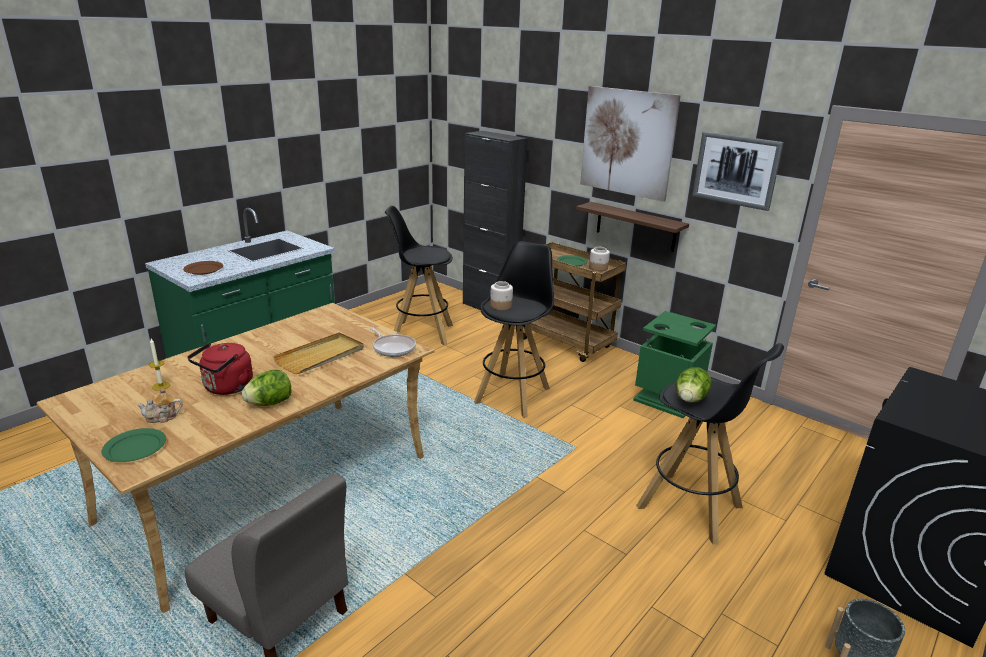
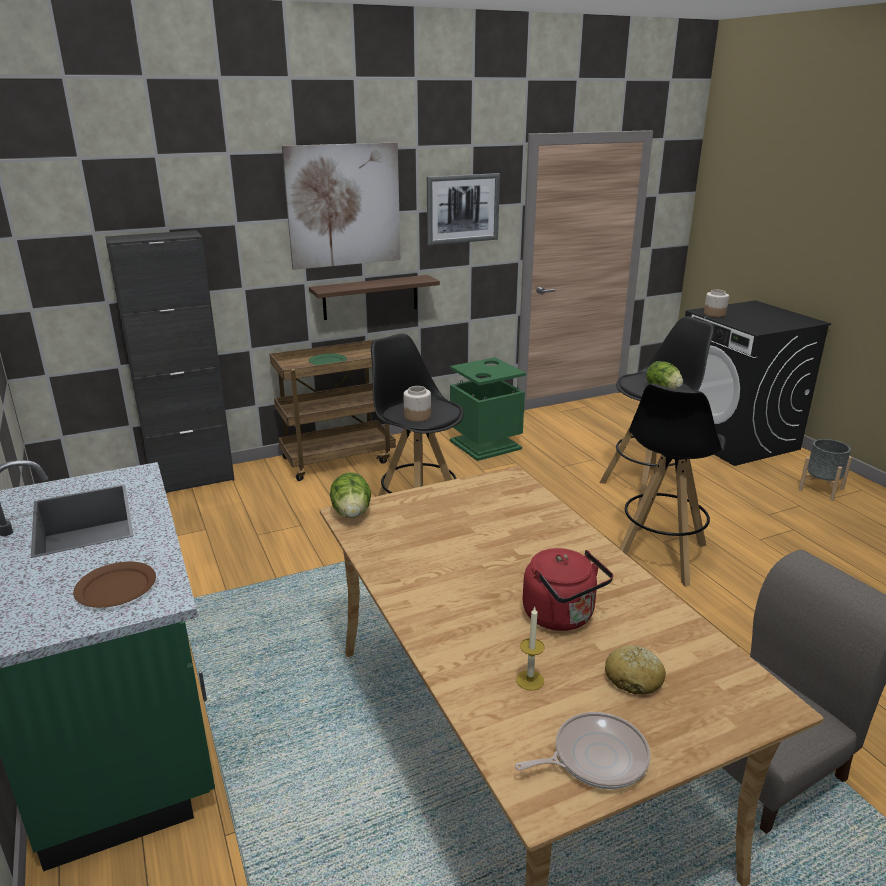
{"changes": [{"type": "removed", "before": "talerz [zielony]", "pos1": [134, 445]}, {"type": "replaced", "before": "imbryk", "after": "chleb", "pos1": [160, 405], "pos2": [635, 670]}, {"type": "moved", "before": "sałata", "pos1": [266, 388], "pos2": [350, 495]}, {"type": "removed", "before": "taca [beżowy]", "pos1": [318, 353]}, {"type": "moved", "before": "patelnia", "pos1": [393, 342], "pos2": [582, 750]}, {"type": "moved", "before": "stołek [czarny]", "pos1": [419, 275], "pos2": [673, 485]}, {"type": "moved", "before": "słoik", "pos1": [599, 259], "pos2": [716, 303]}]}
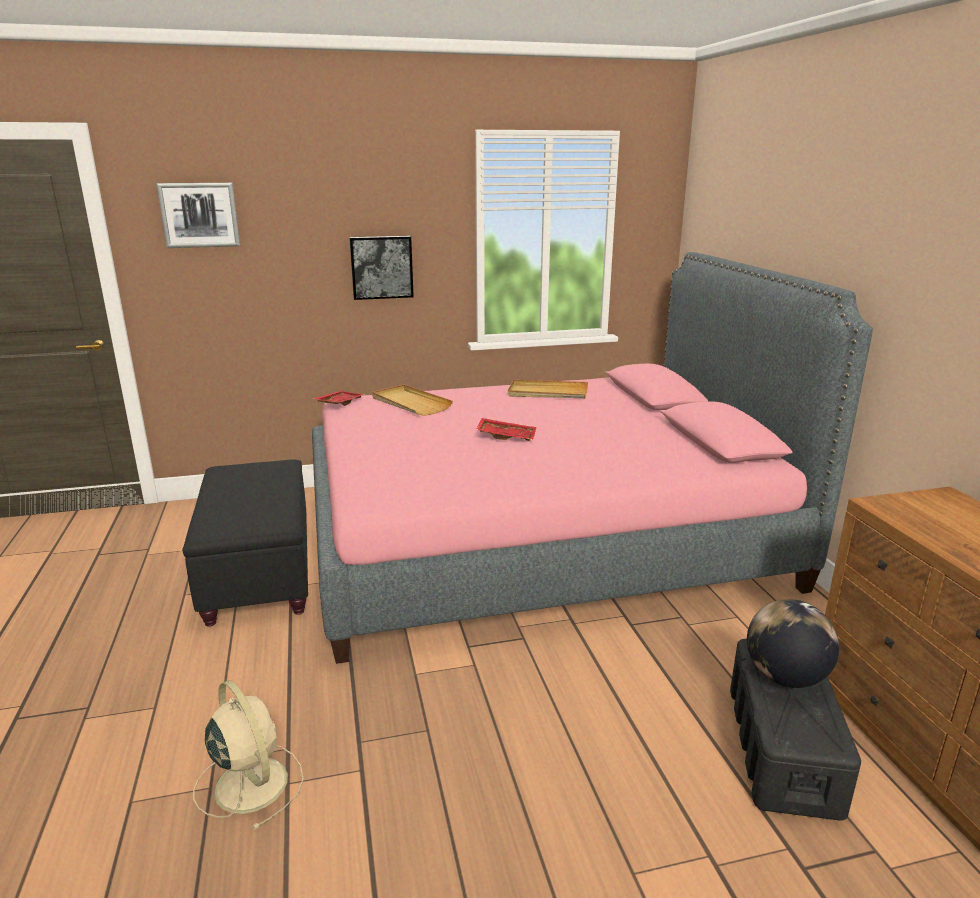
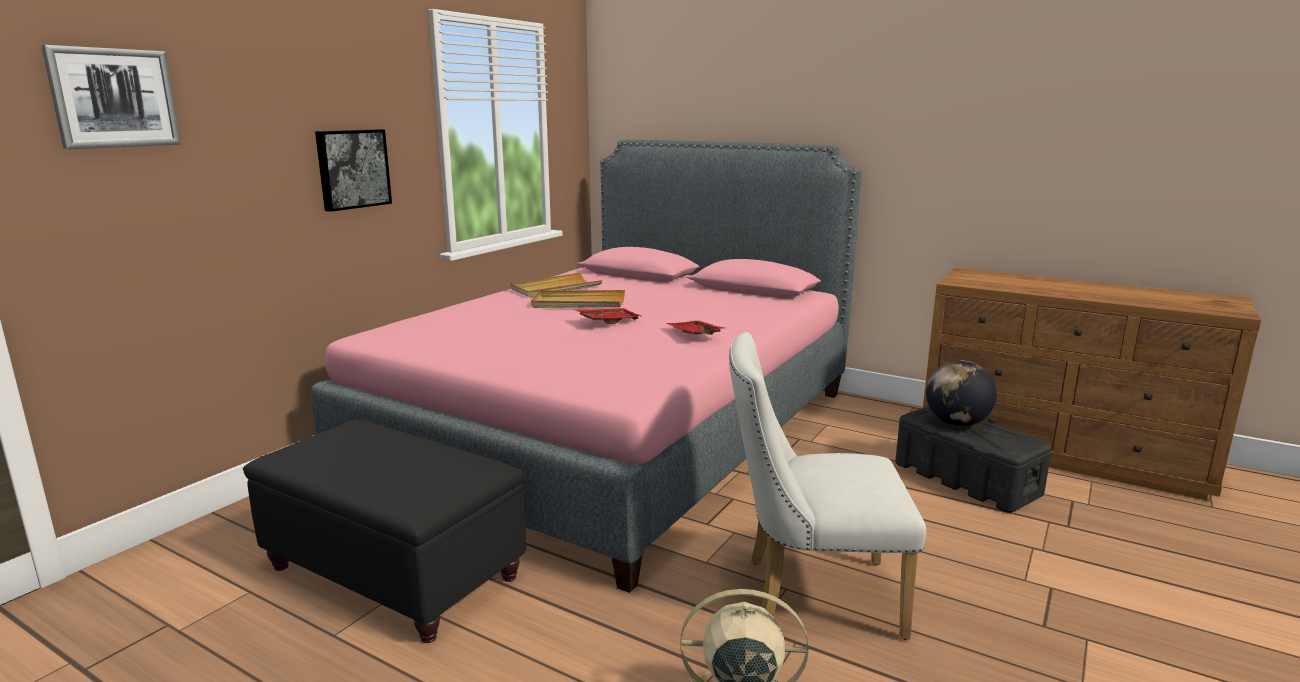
{"changes": [{"type": "moved", "before": "taca [czerwony]", "pos1": [338, 398], "pos2": [695, 328]}, {"type": "moved", "before": "taca [beżowy]", "pos1": [412, 400], "pos2": [578, 299]}, {"type": "added", "after": "krzesło [biały]", "pos2": [827, 486]}]}
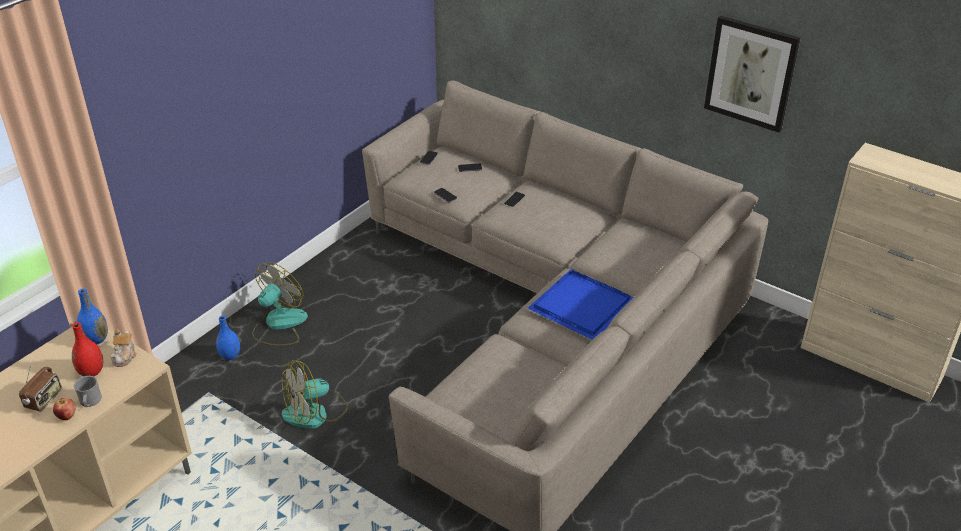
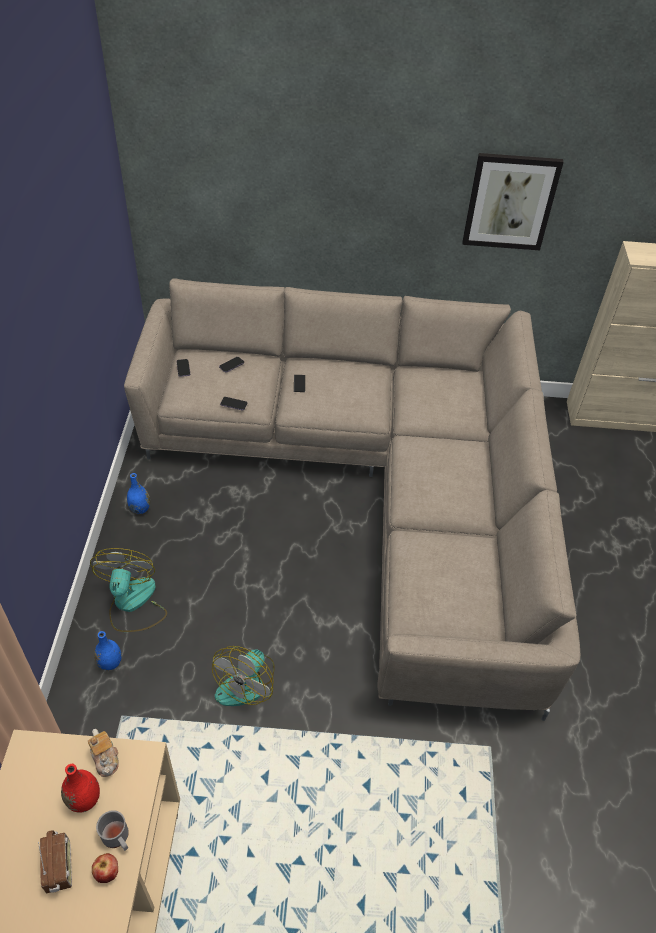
{"changes": [{"type": "moved", "before": "wazon [niebieski]", "pos1": [92, 317], "pos2": [138, 493]}, {"type": "removed", "before": "taca [niebieski]", "pos1": [580, 304]}]}
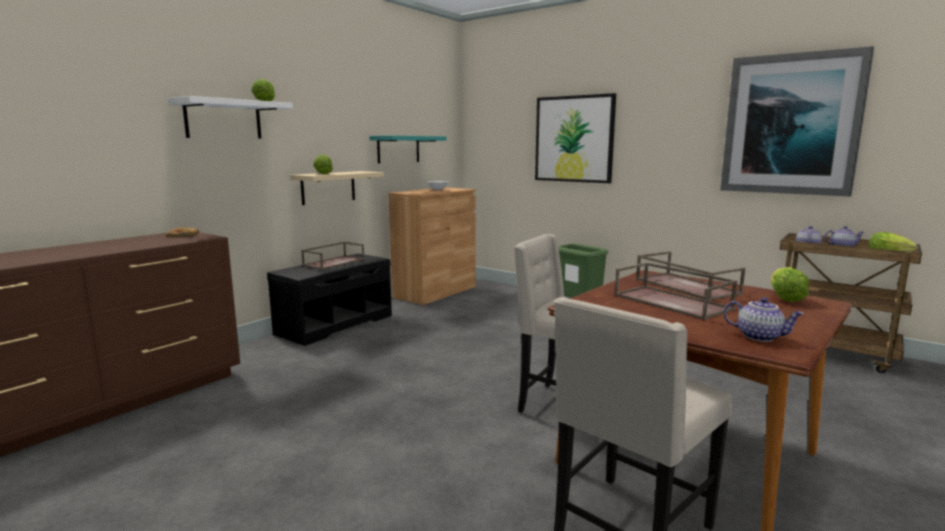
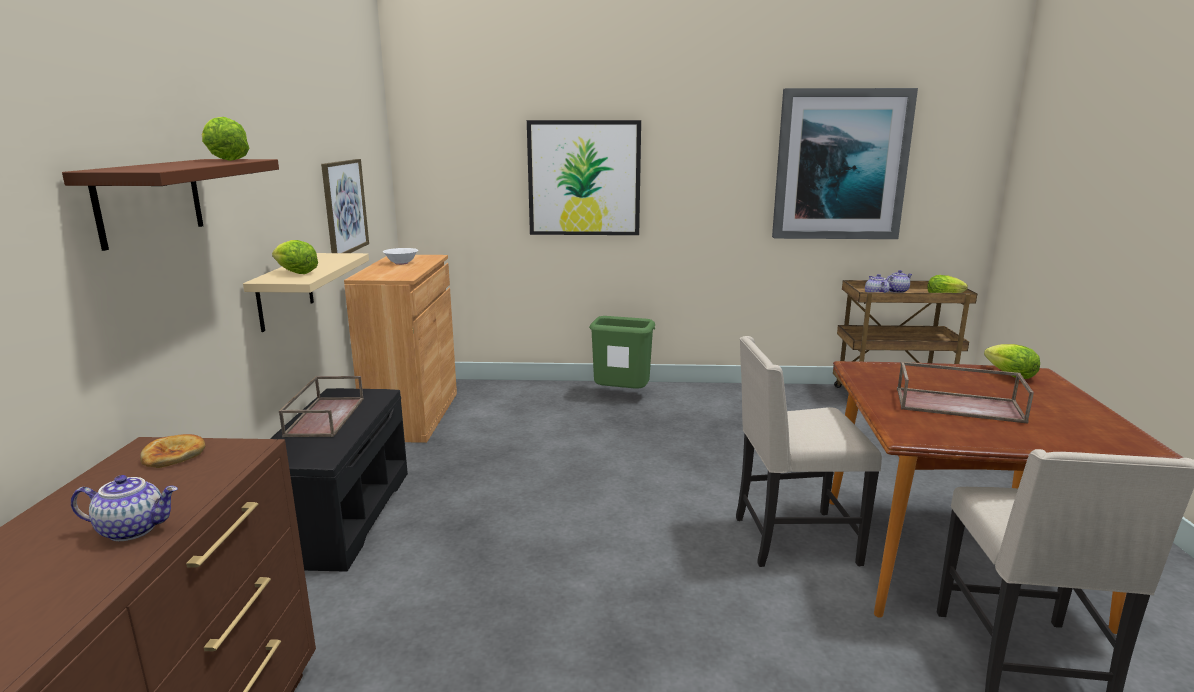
{"changes": [{"type": "recoloured", "before": "półka [biały]", "after": "półka [brązowy]", "pos1": [230, 117], "pos2": [170, 205]}, {"type": "replaced", "before": "półka [turkusowy]", "after": "obraz", "pos1": [408, 150], "pos2": [345, 206]}, {"type": "removed", "before": "taca [brązowy]", "pos1": [690, 276]}, {"type": "moved", "before": "imbryk", "pos1": [764, 319], "pos2": [124, 508]}]}
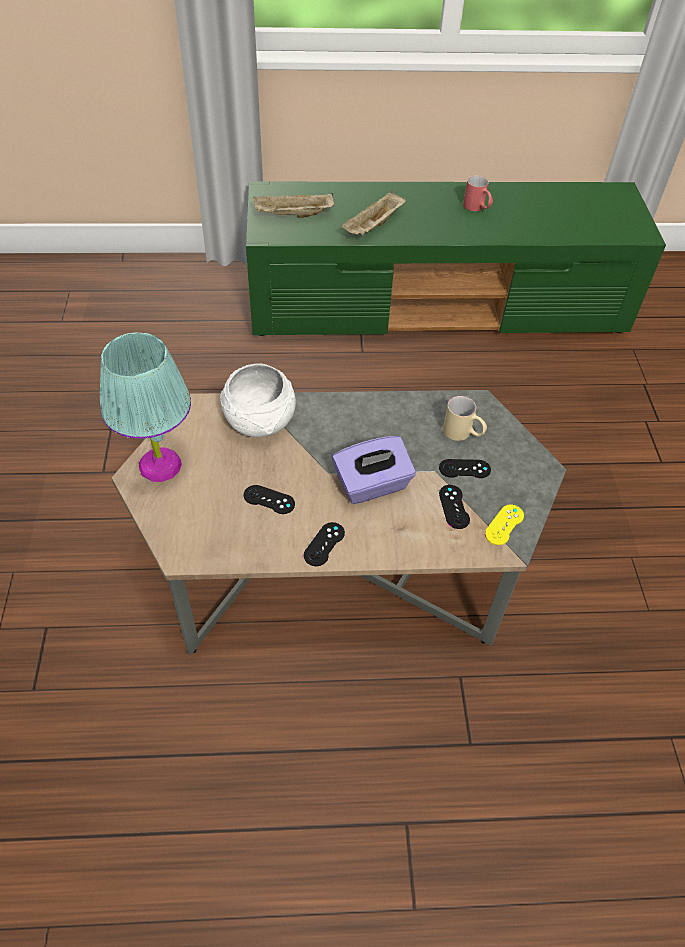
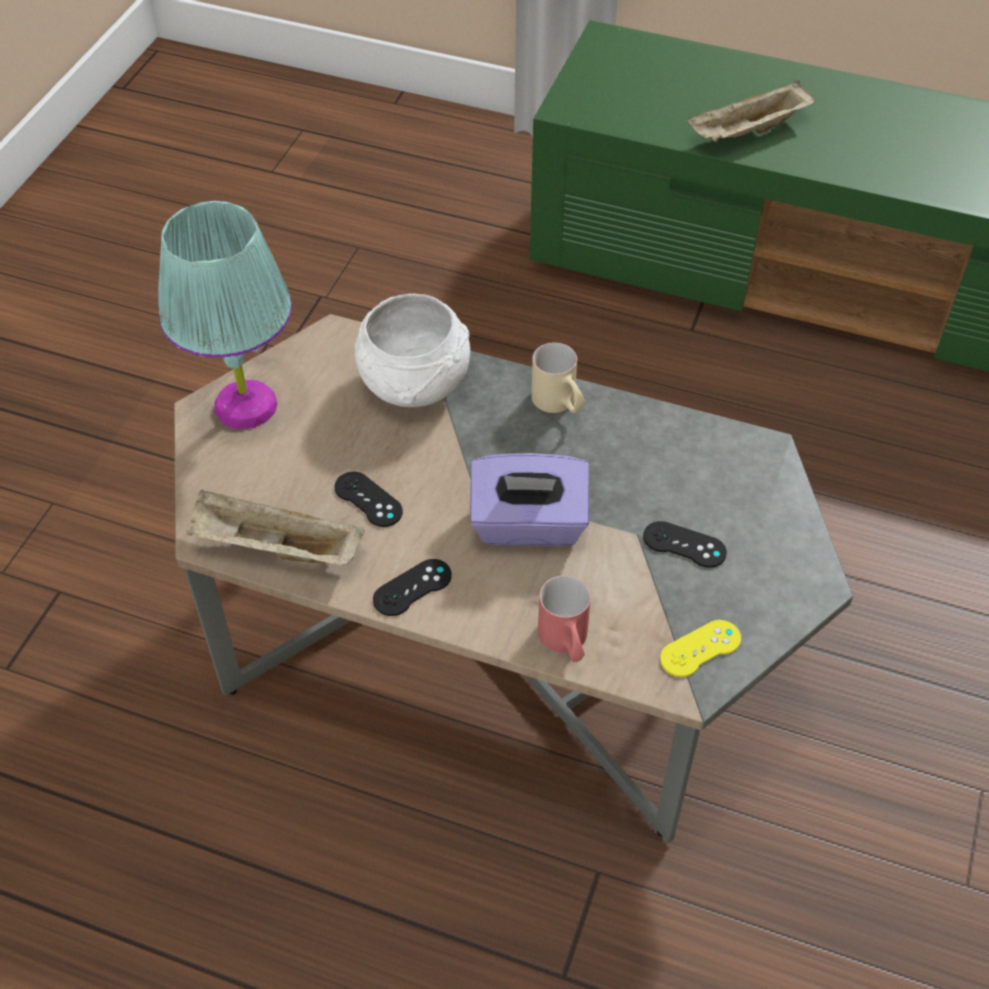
{"changes": [{"type": "moved", "before": "taca [beżowy]", "pos1": [294, 205], "pos2": [275, 527]}, {"type": "removed", "before": "pad do gier [czarny]", "pos1": [454, 507]}, {"type": "moved", "before": "kubek [beżowy]", "pos1": [465, 418], "pos2": [558, 378]}, {"type": "moved", "before": "kubek [czerwony]", "pos1": [478, 193], "pos2": [564, 618]}]}
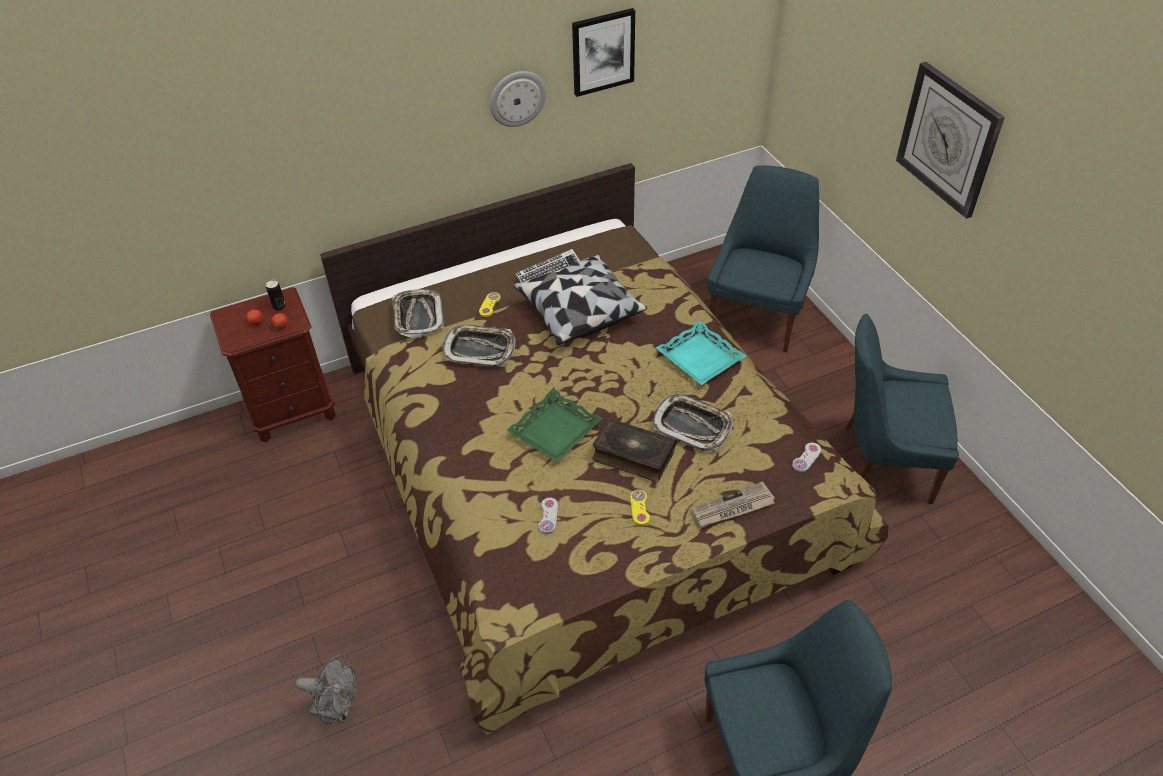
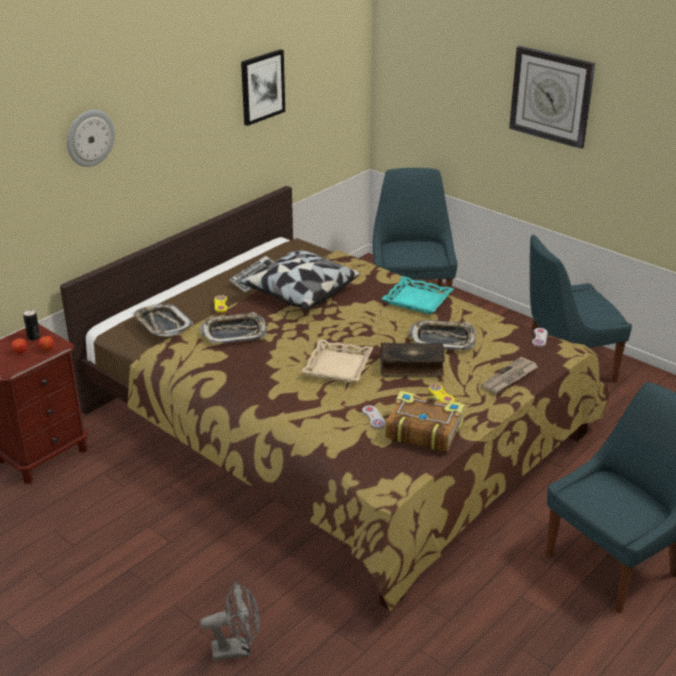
{"changes": [{"type": "moved", "before": "zegar ścienny", "pos1": [518, 99], "pos2": [91, 138]}, {"type": "recoloured", "before": "taca [zielony]", "after": "taca [beżowy]", "pos1": [555, 425], "pos2": [337, 361]}, {"type": "added", "after": "książka", "pos2": [425, 421]}]}
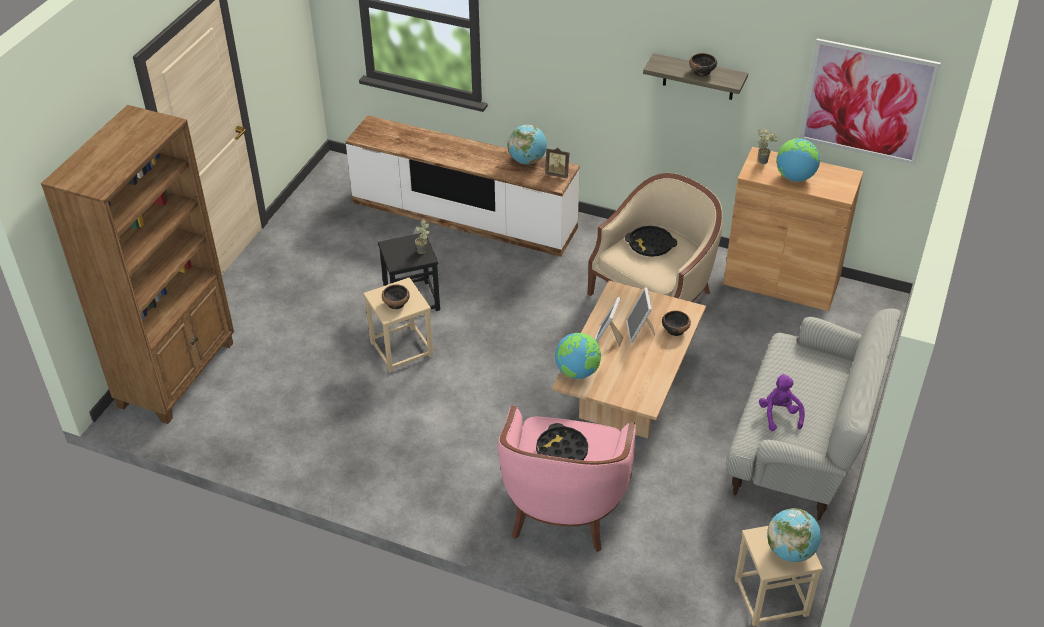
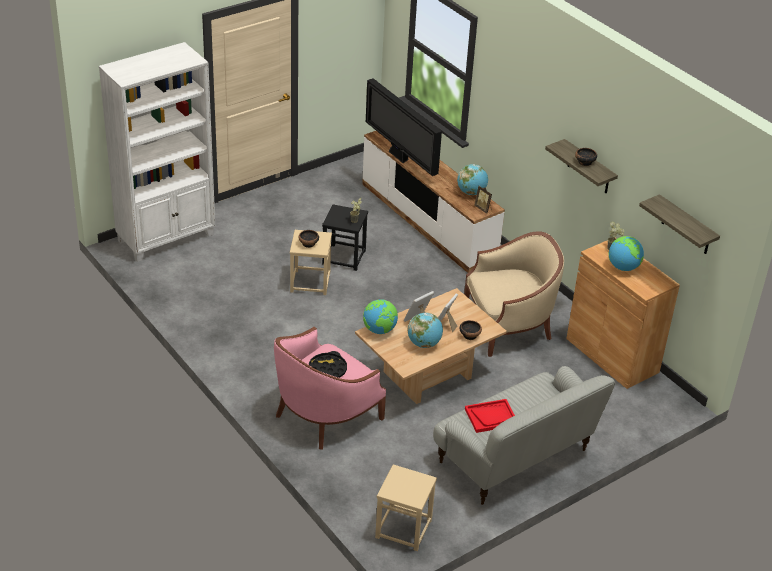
{"changes": [{"type": "recoloured", "before": "regał [brązowy]", "after": "regał [biały]", "pos1": [137, 264], "pos2": [157, 152]}, {"type": "removed", "before": "taca [czarny]", "pos1": [651, 241]}, {"type": "replaced", "before": "pluszak [fioletowy]", "after": "taca [czerwony]", "pos1": [782, 402], "pos2": [490, 416]}, {"type": "moved", "before": "globus", "pos1": [794, 535], "pos2": [425, 330]}, {"type": "replaced", "before": "obraz", "after": "półka", "pos1": [870, 101], "pos2": [679, 224]}, {"type": "added", "after": "telewizor", "pos2": [404, 127]}]}
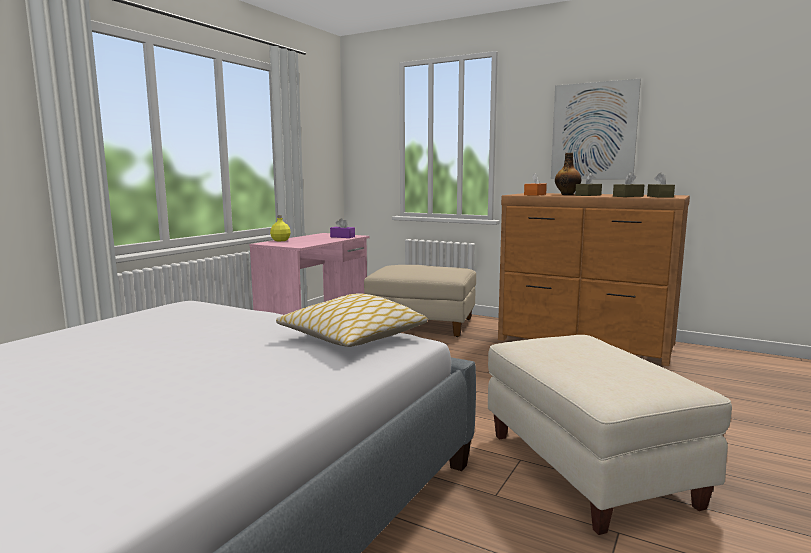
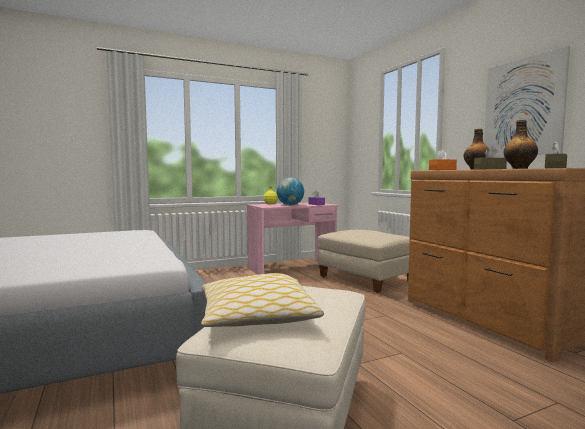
{"changes": [{"type": "moved", "before": "poduszka", "pos1": [352, 320], "pos2": [262, 300]}, {"type": "replaced", "before": "pudełko chusteczek [brązowy]", "after": "butelka", "pos1": [628, 185], "pos2": [521, 144]}, {"type": "added", "after": "globus", "pos2": [290, 191]}]}
